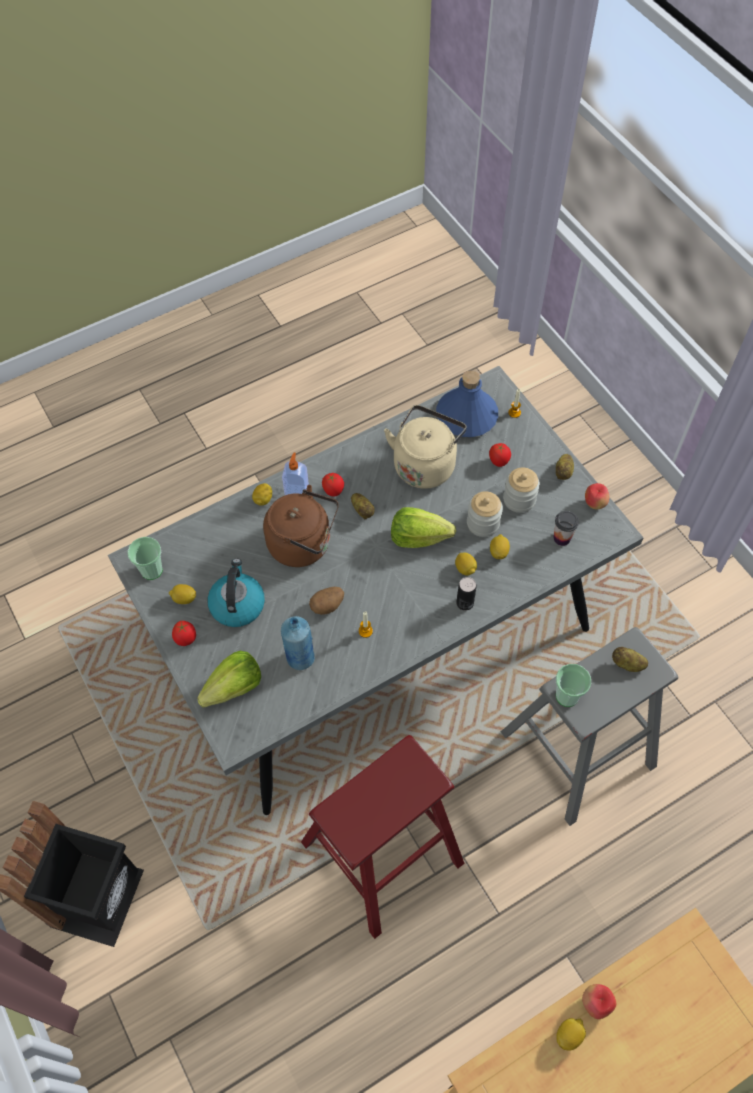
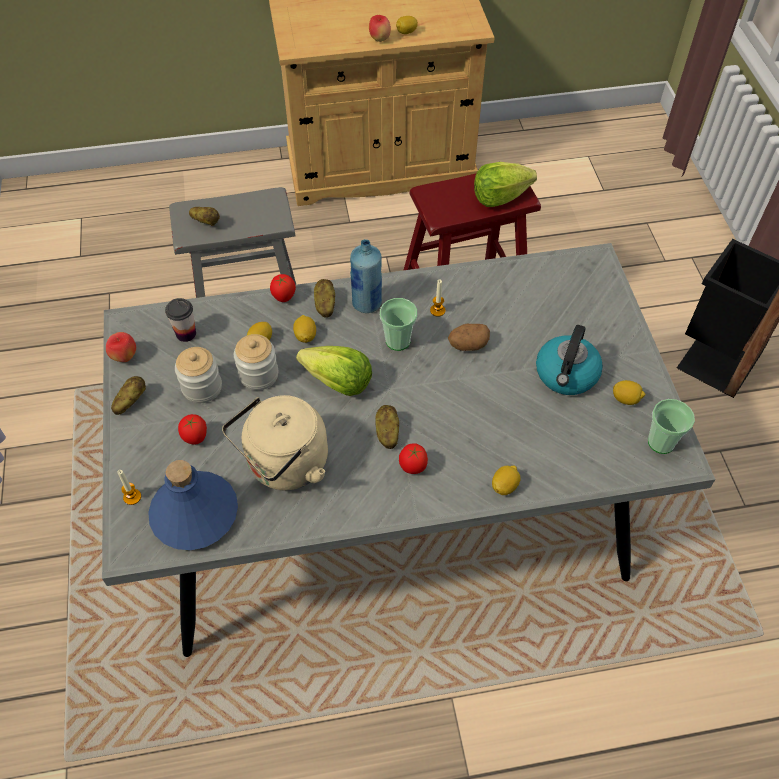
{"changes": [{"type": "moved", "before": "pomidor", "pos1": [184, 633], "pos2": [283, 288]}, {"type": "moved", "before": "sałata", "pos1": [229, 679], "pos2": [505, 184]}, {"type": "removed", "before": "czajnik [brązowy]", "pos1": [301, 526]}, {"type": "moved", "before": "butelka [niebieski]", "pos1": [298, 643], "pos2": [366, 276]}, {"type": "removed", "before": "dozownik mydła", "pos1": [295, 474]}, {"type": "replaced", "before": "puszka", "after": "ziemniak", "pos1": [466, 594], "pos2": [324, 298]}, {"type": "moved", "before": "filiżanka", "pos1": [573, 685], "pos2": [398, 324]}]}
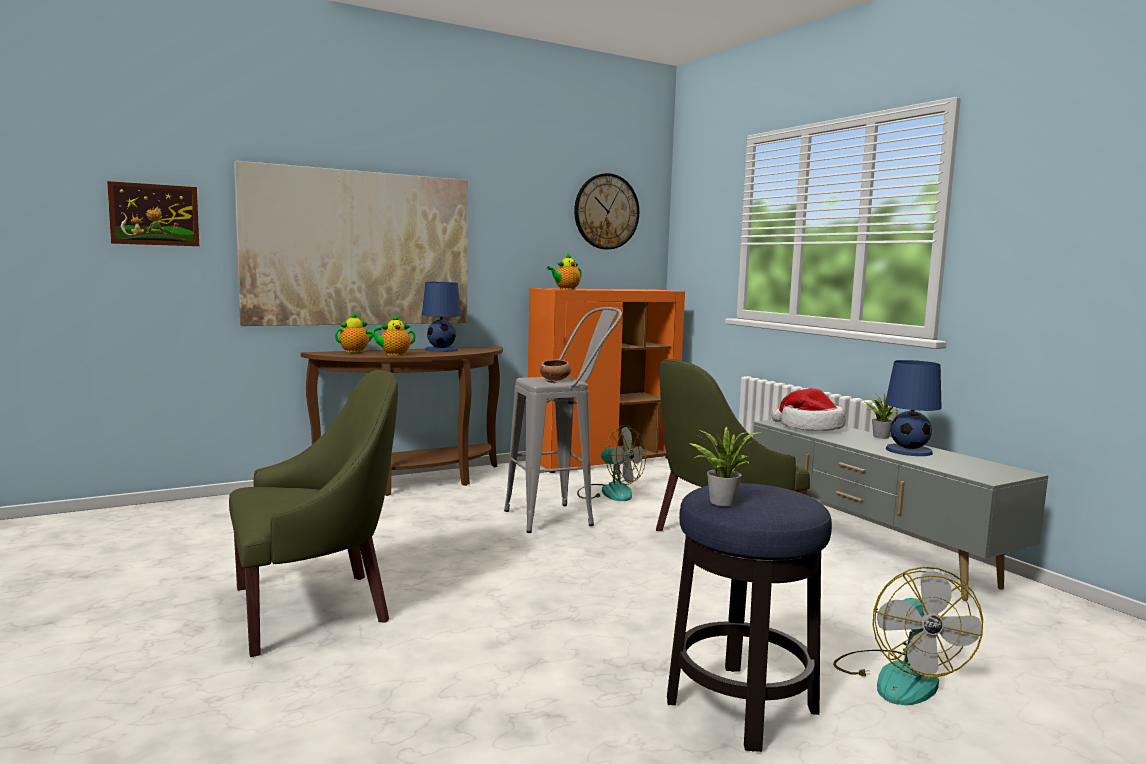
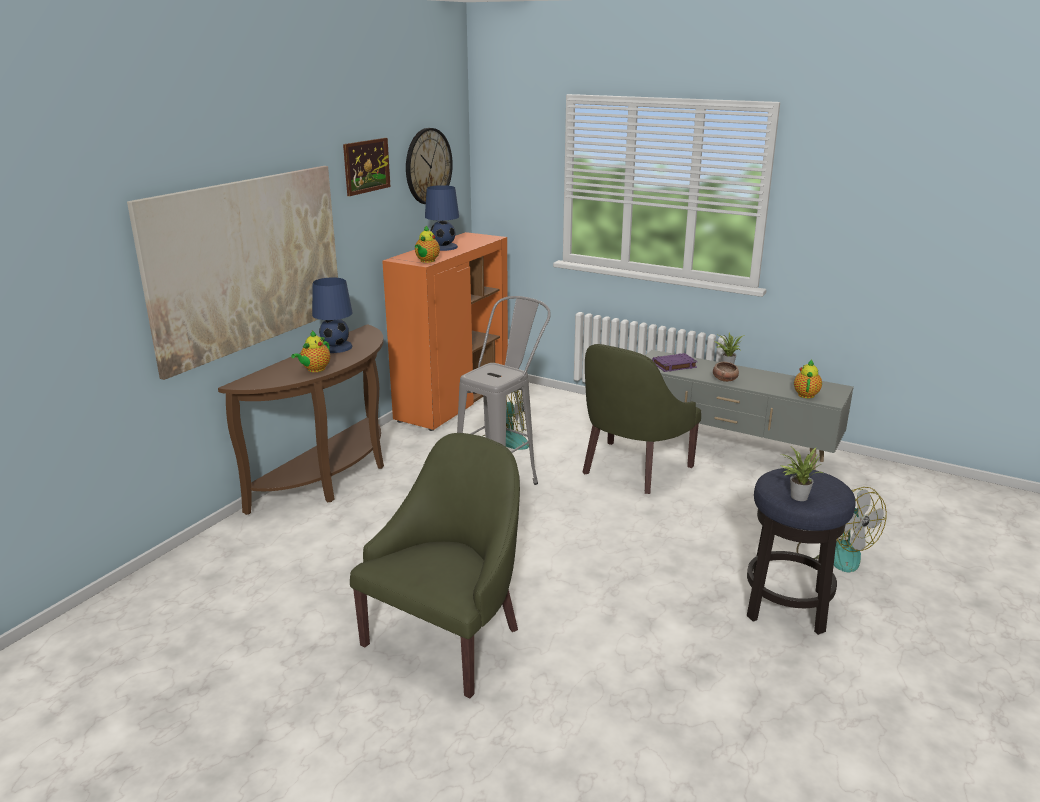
{"changes": [{"type": "moved", "before": "obraz", "pos1": [153, 213], "pos2": [366, 167]}, {"type": "moved", "before": "imbryk", "pos1": [358, 332], "pos2": [808, 379]}, {"type": "moved", "before": "miska", "pos1": [555, 370], "pos2": [726, 372]}, {"type": "replaced", "before": "kapelusz", "after": "książka [fioletowy]", "pos1": [808, 409], "pos2": [674, 362]}, {"type": "moved", "before": "lampa stołowa [niebieski]", "pos1": [913, 408], "pos2": [442, 218]}]}
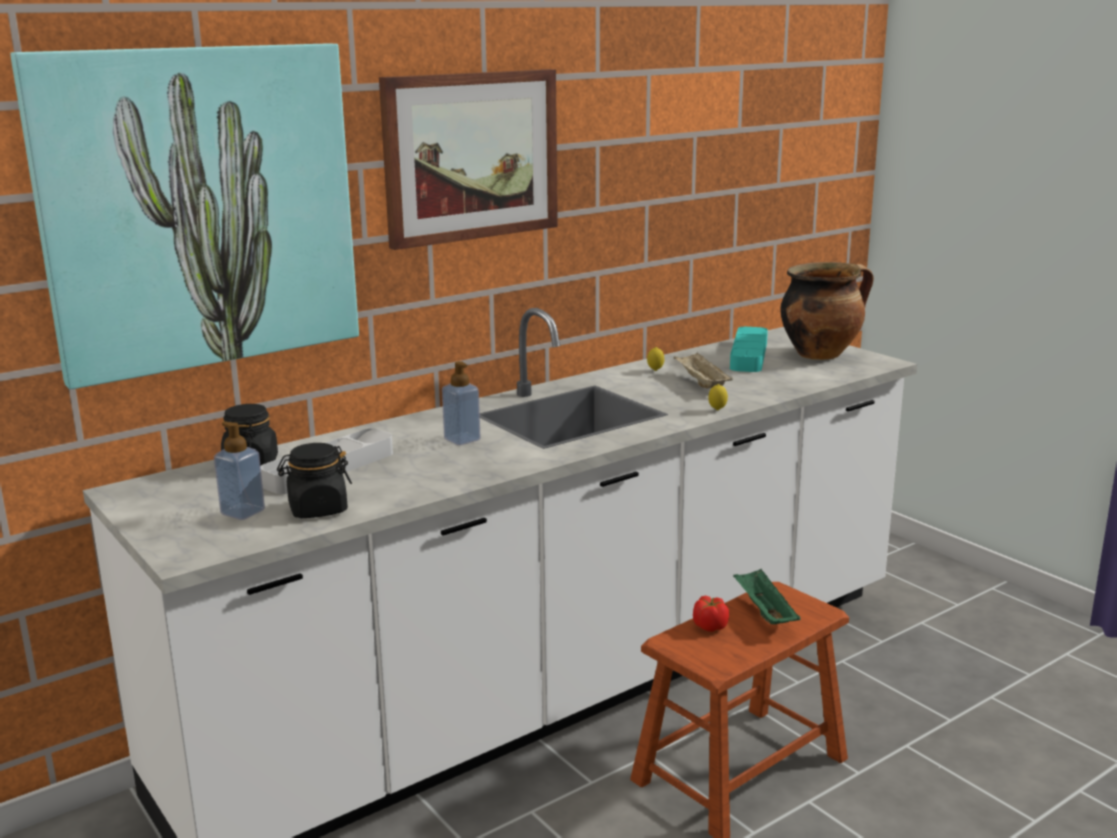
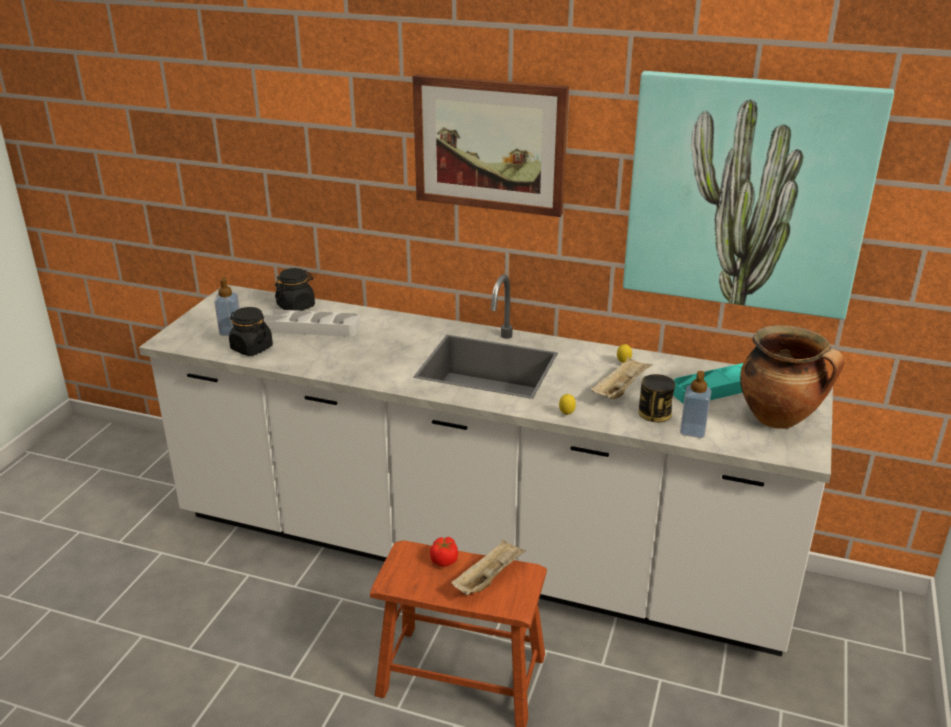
{"changes": [{"type": "moved", "before": "obraz", "pos1": [184, 216], "pos2": [758, 195]}, {"type": "moved", "before": "dozownik mydła", "pos1": [461, 403], "pos2": [695, 404]}, {"type": "recoloured", "before": "taca [zielony]", "after": "taca [beżowy]", "pos1": [767, 596], "pos2": [489, 567]}, {"type": "added", "after": "puszka", "pos2": [657, 398]}]}
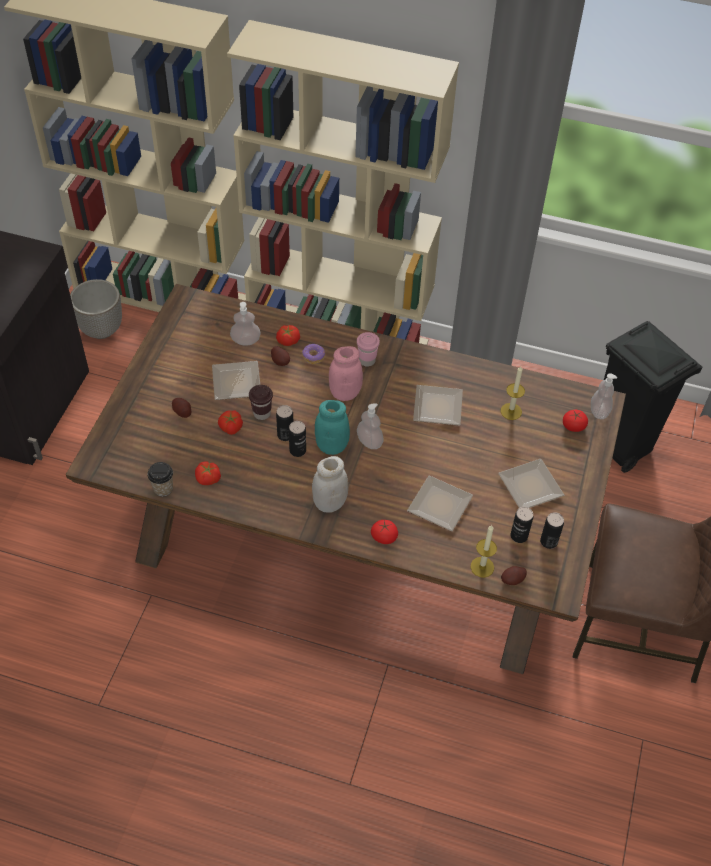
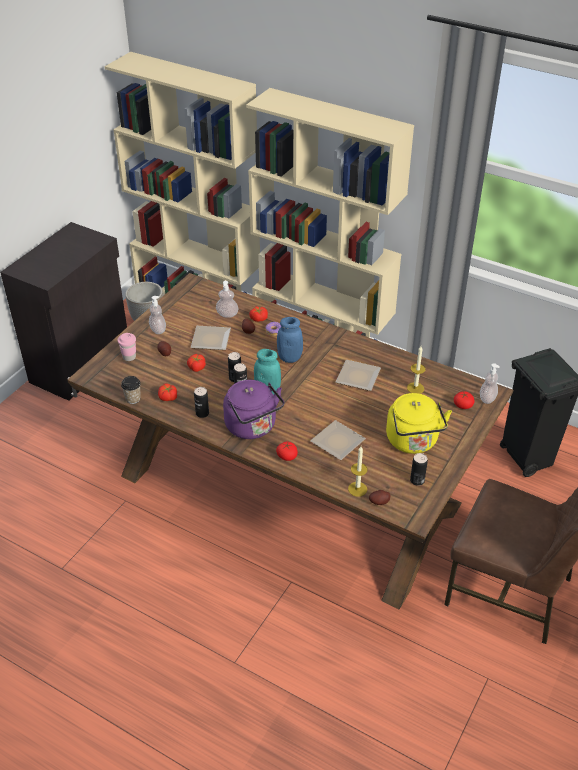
{"changes": [{"type": "removed", "before": "filiżanka [brązowy]", "pos1": [261, 402]}, {"type": "replaced", "before": "słoik [biały]", "after": "czajnik [fioletowy]", "pos1": [330, 484], "pos2": [254, 409]}, {"type": "recoloured", "before": "słoik [różowy]", "after": "słoik [niebieski]", "pos1": [346, 373], "pos2": [290, 340]}, {"type": "moved", "before": "filiżanka [różowy]", "pos1": [368, 349], "pos2": [127, 347]}, {"type": "moved", "before": "dozownik mydła", "pos1": [370, 426], "pos2": [157, 315]}, {"type": "replaced", "before": "talerz", "after": "czajnik [żółty]", "pos1": [531, 483], "pos2": [419, 423]}, {"type": "moved", "before": "puszka", "pos1": [522, 525], "pos2": [201, 402]}]}
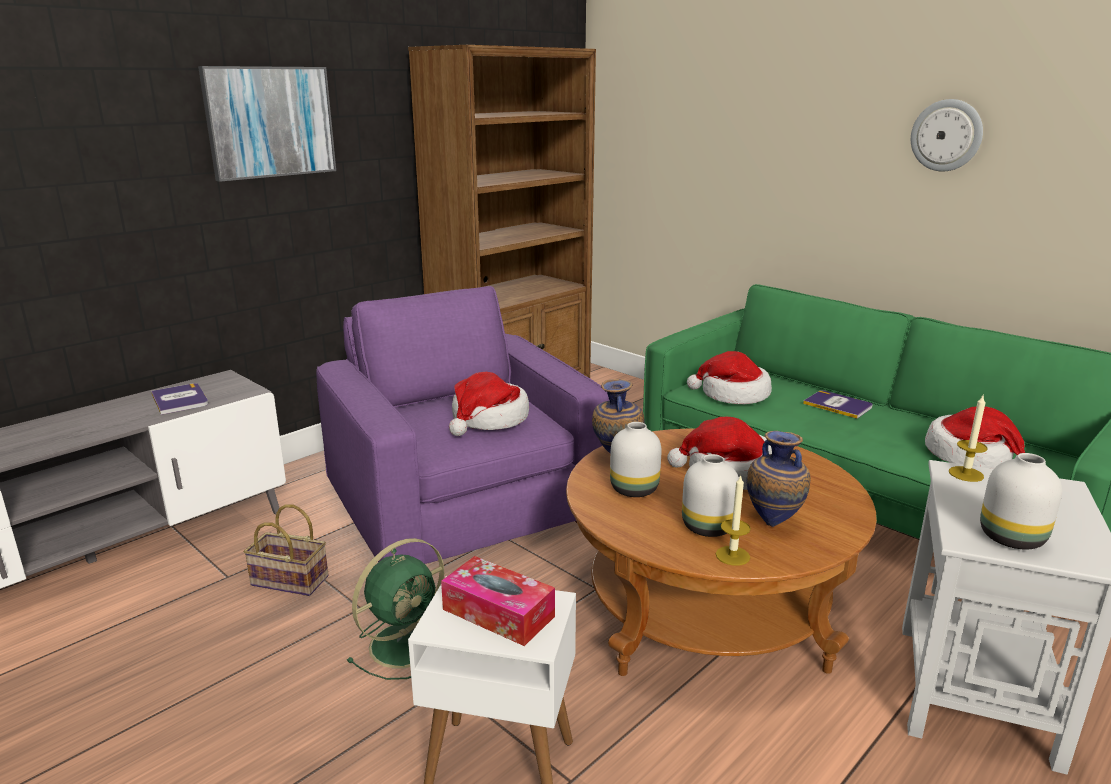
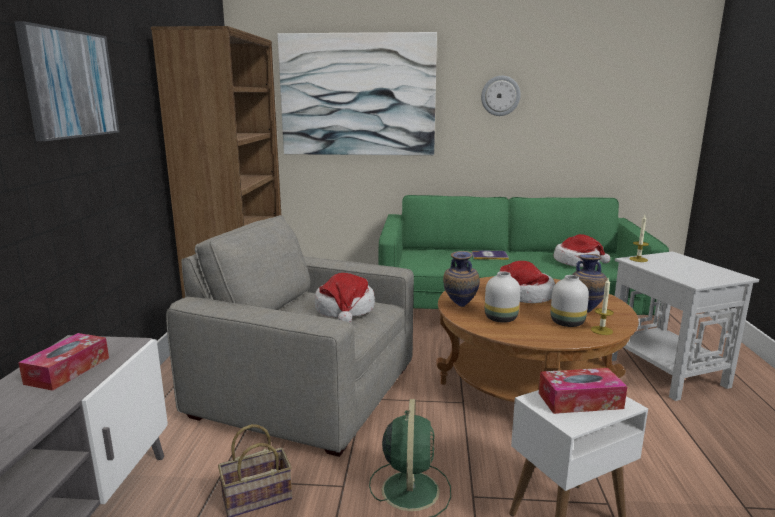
{"changes": [{"type": "replaced", "before": "książka", "after": "pudełko chusteczek", "pos1": [179, 399], "pos2": [63, 362]}, {"type": "recoloured", "before": "fotel [fioletowy]", "after": "fotel [szary]", "pos1": [463, 425], "pos2": [290, 336]}, {"type": "removed", "before": "kapelusz", "pos1": [729, 377]}, {"type": "removed", "before": "wazon [biały]", "pos1": [1021, 501]}, {"type": "added", "after": "obraz", "pos2": [357, 93]}]}
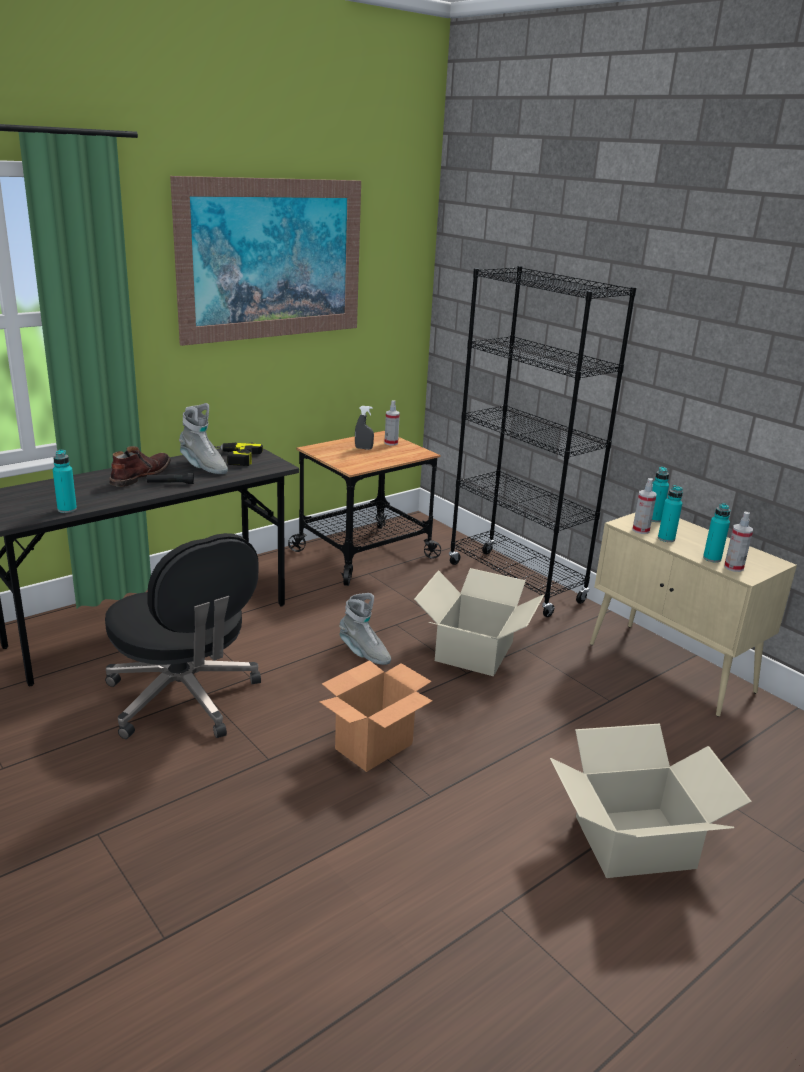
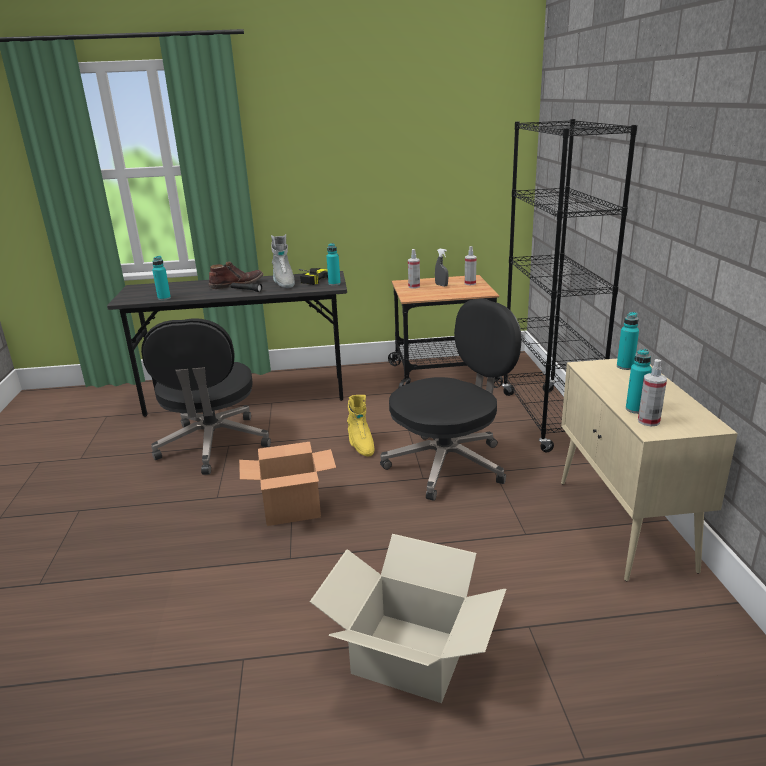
{"changes": [{"type": "removed", "before": "obraz", "pos1": [265, 261]}, {"type": "recoloured", "before": "but z cholewką [szary]", "after": "but z cholewką [żółty]", "pos1": [365, 629], "pos2": [360, 426]}, {"type": "replaced", "before": "karton", "after": "krzesło biurowe [czarny]", "pos1": [479, 622], "pos2": [451, 399]}, {"type": "moved", "before": "spryskiwacz", "pos1": [645, 506], "pos2": [414, 269]}, {"type": "moved", "before": "butelka [turkusowy]", "pos1": [670, 513], "pos2": [333, 264]}]}
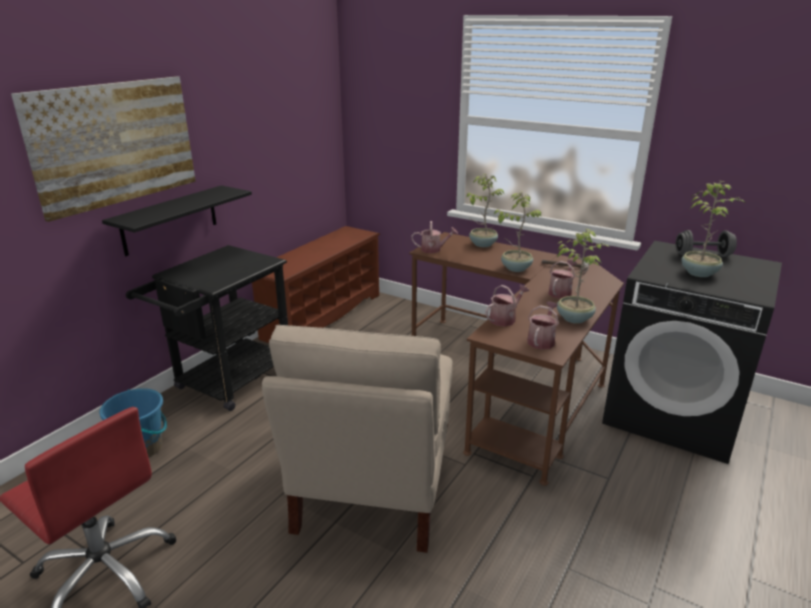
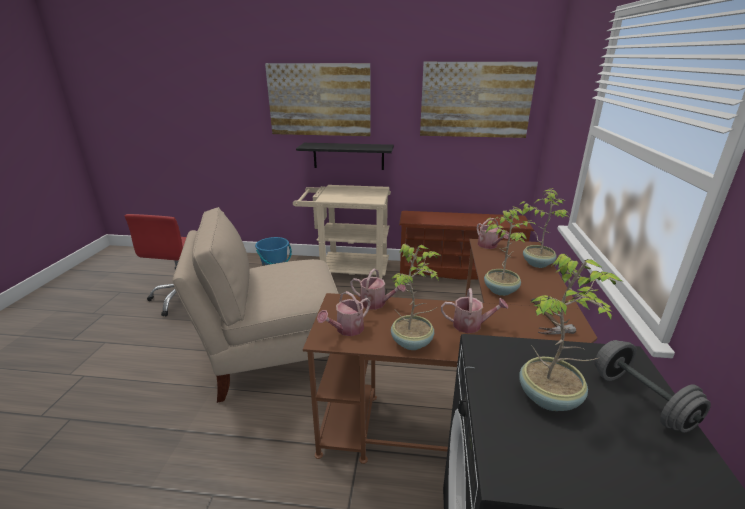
{"changes": [{"type": "recoloured", "before": "wózek [czarny]", "after": "wózek [beżowy]", "pos1": [207, 328], "pos2": [342, 232]}, {"type": "turned", "before": "konewka", "pos1": [543, 325], "pos2": [344, 313], "turn": 135}, {"type": "added", "after": "obraz", "pos2": [479, 100]}]}
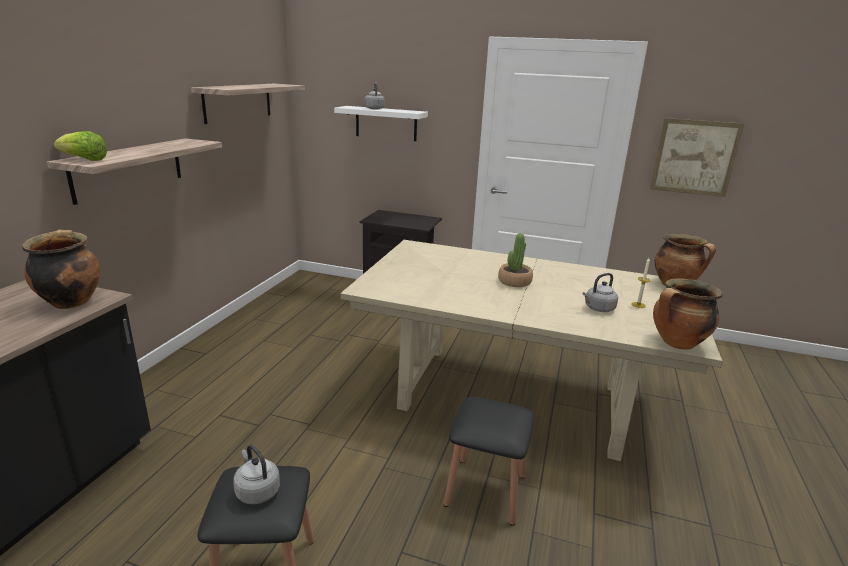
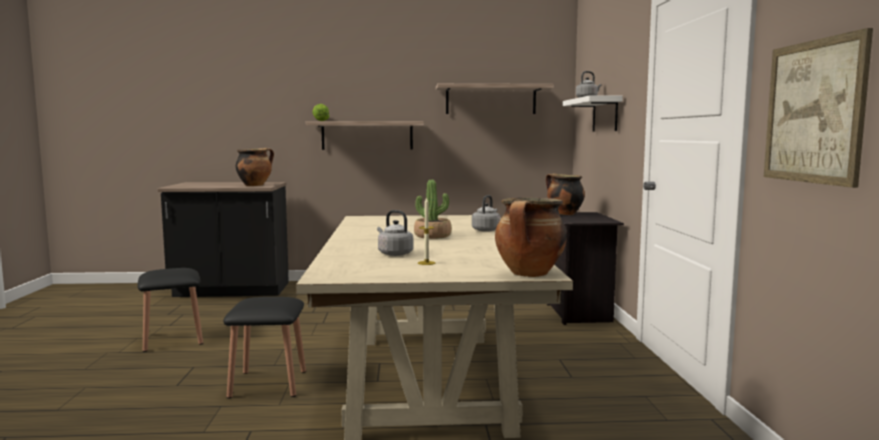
{"changes": [{"type": "moved", "before": "czajnik [szary]", "pos1": [256, 474], "pos2": [486, 213]}, {"type": "moved", "before": "garnek", "pos1": [687, 314], "pos2": [565, 194]}]}
